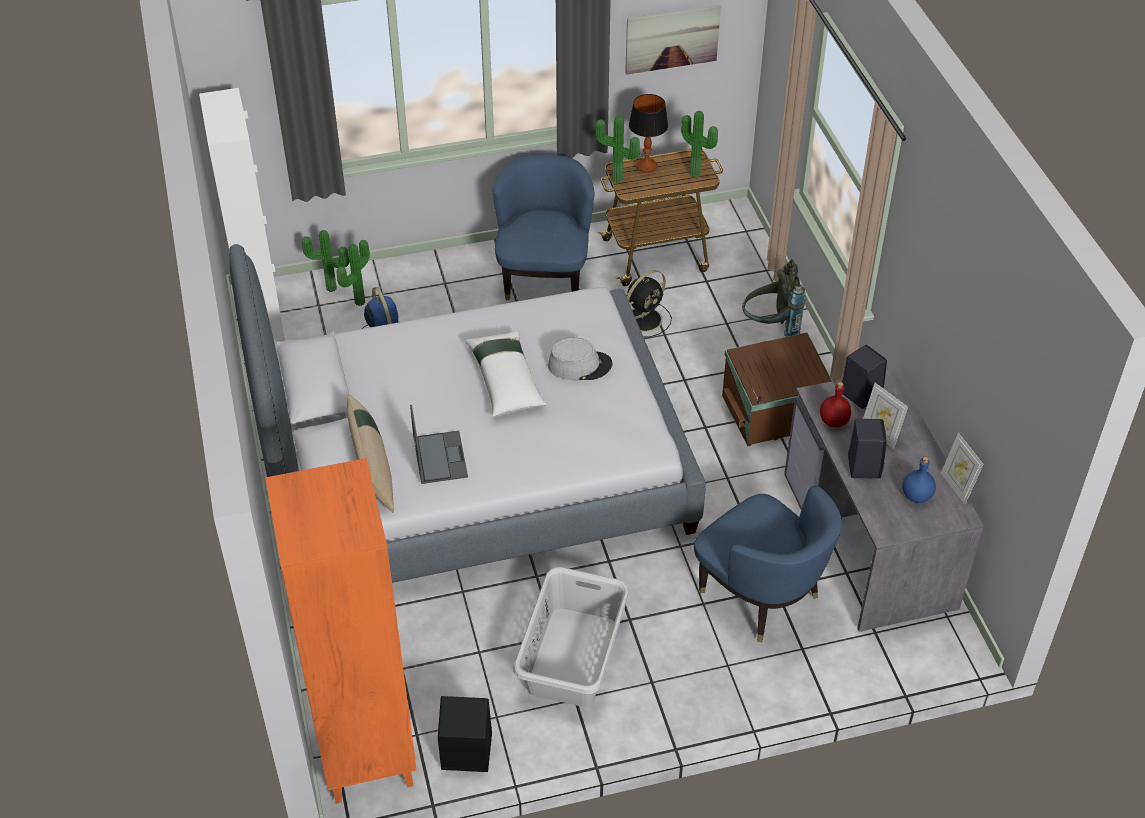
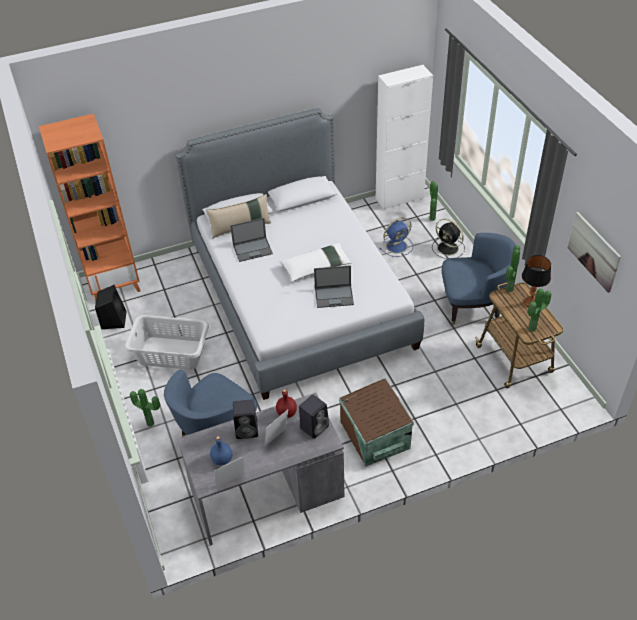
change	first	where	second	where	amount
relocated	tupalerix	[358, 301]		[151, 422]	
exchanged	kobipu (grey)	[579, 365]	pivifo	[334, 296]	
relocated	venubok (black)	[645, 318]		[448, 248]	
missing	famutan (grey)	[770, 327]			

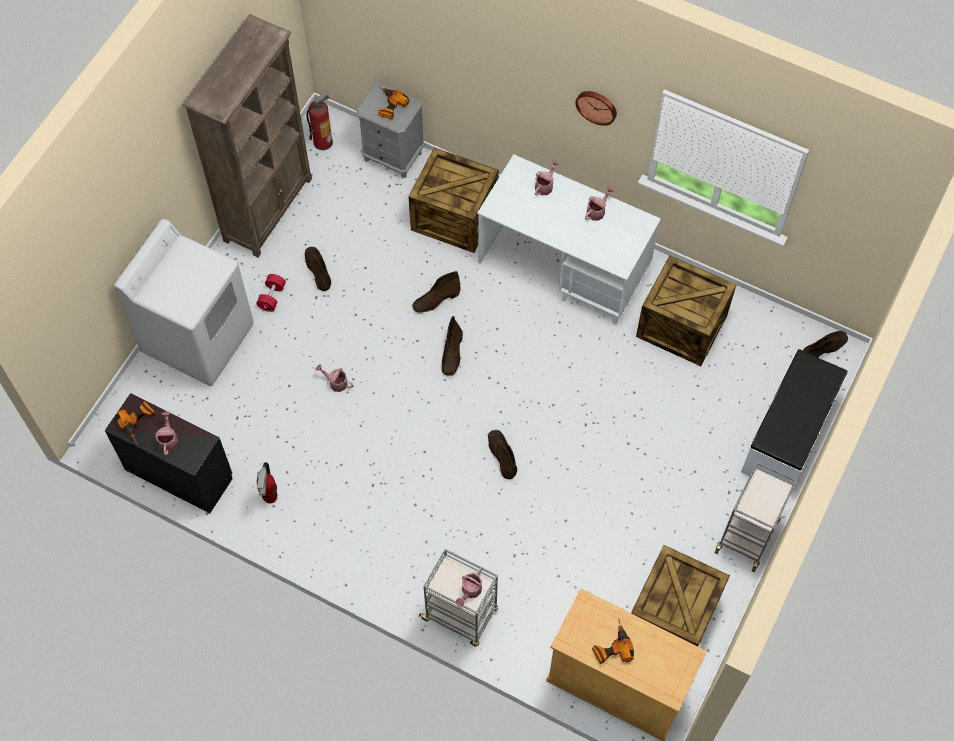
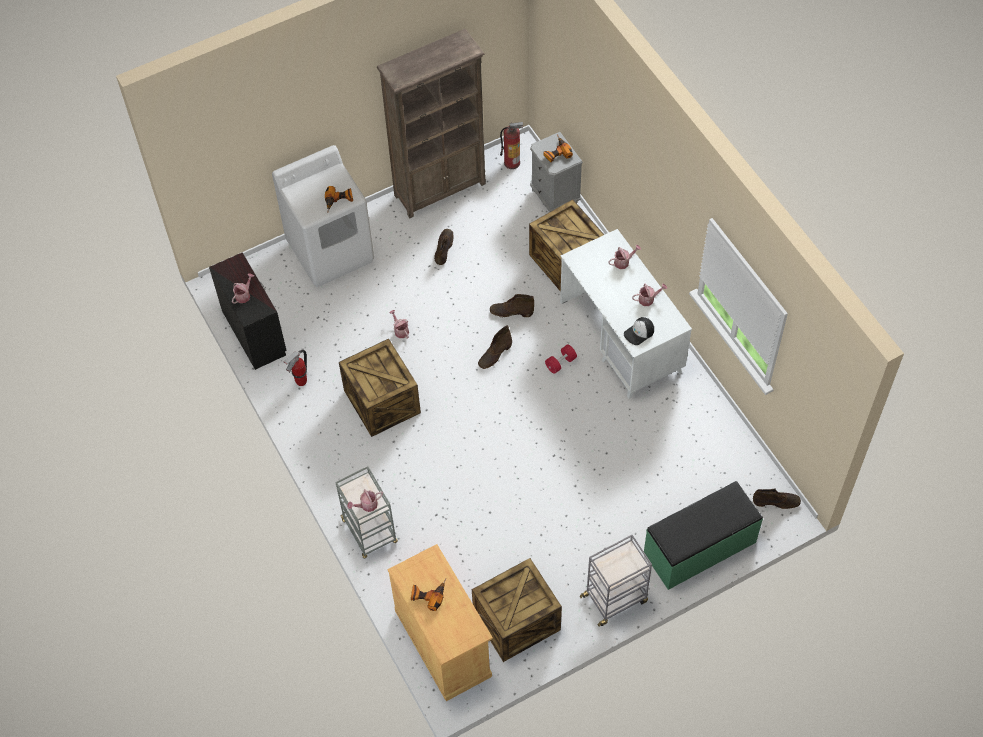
change	first	where	second	where	amount
relocated	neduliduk	[138, 422]		[339, 201]	
relocated	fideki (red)	[272, 297]		[560, 363]	
missing	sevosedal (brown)	[502, 455]			
missing	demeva	[597, 106]			
relocated	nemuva	[680, 327]		[381, 402]	
colour	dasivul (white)	[789, 435]	dasivul (green)	[700, 548]	
appeared			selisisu	[639, 333]	

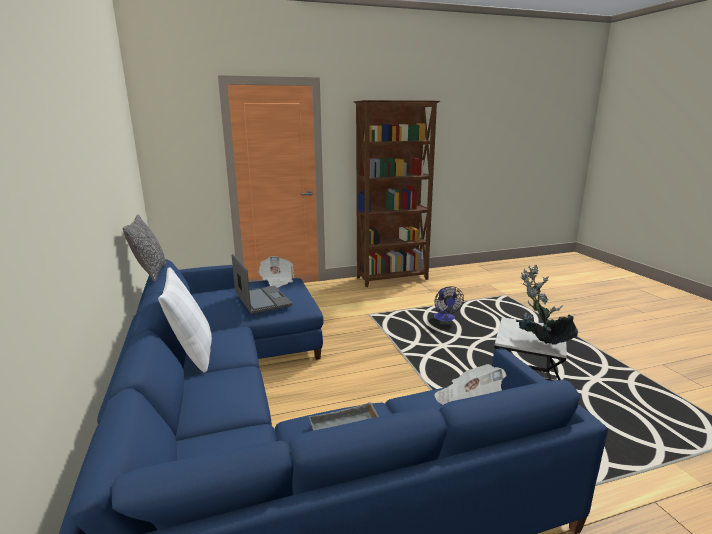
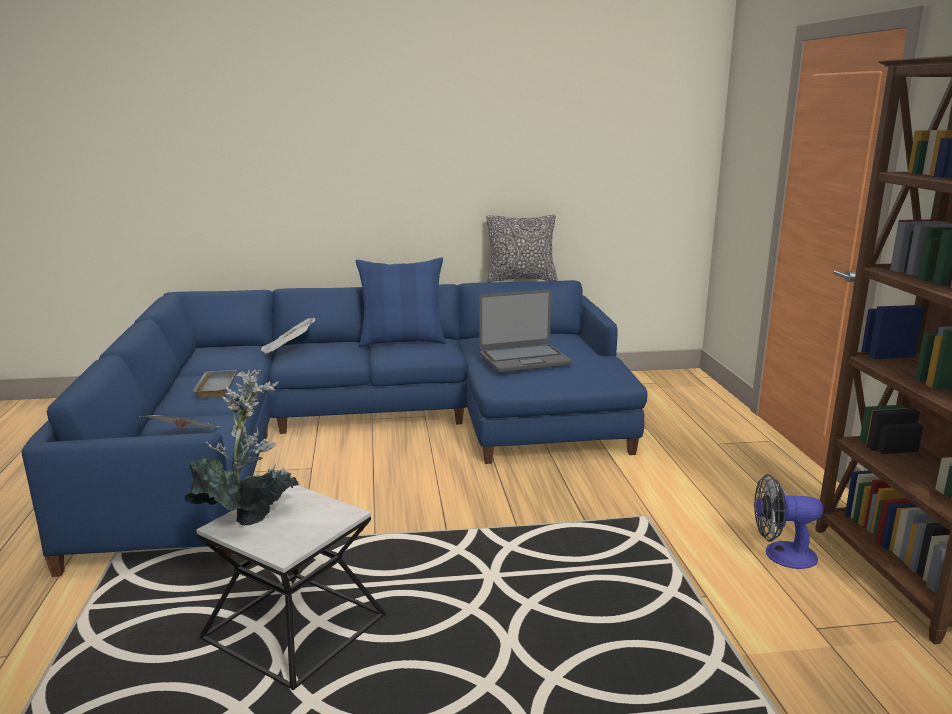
change	first	where	second	where	amount
colour	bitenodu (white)	[193, 353]	bitenodu (blue)	[402, 341]	
relocated	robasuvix	[277, 281]		[287, 350]	
relocated	venubok	[445, 319]		[781, 555]	

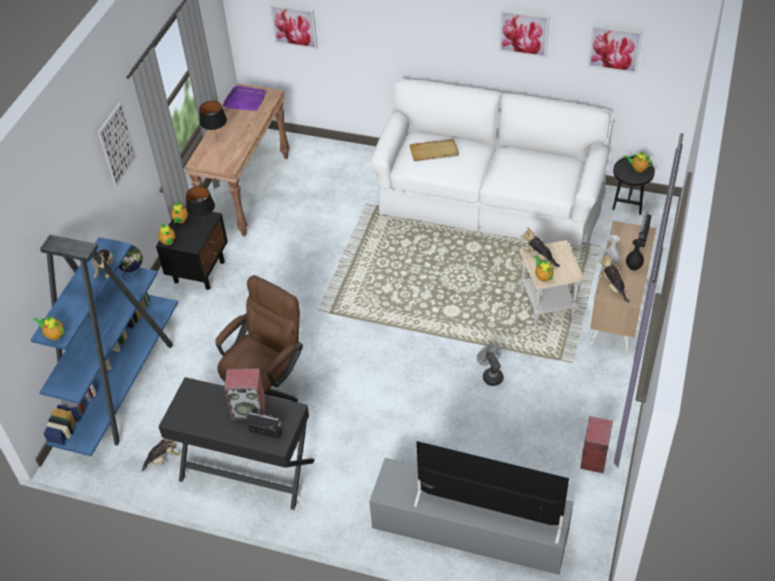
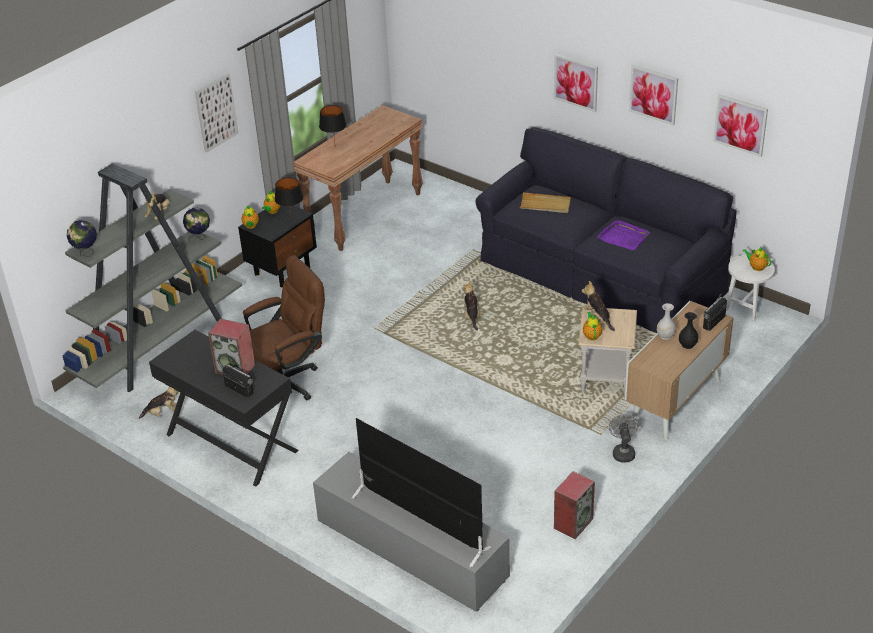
change	first	where	second	where	amount
colour	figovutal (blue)	[121, 385]	figovutal (grey)	[160, 345]	
exchanged	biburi	[54, 335]	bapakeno	[86, 253]	
relocated	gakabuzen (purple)	[245, 100]		[623, 237]	
relocated	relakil	[294, 26]		[576, 82]	
colour	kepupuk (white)	[489, 200]	kepupuk (black)	[599, 273]	
relocated	venubok (grey)	[491, 375]		[623, 452]	
relocated	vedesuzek	[612, 287]		[472, 316]	
colour	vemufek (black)	[628, 204]	vemufek (white)	[746, 308]	

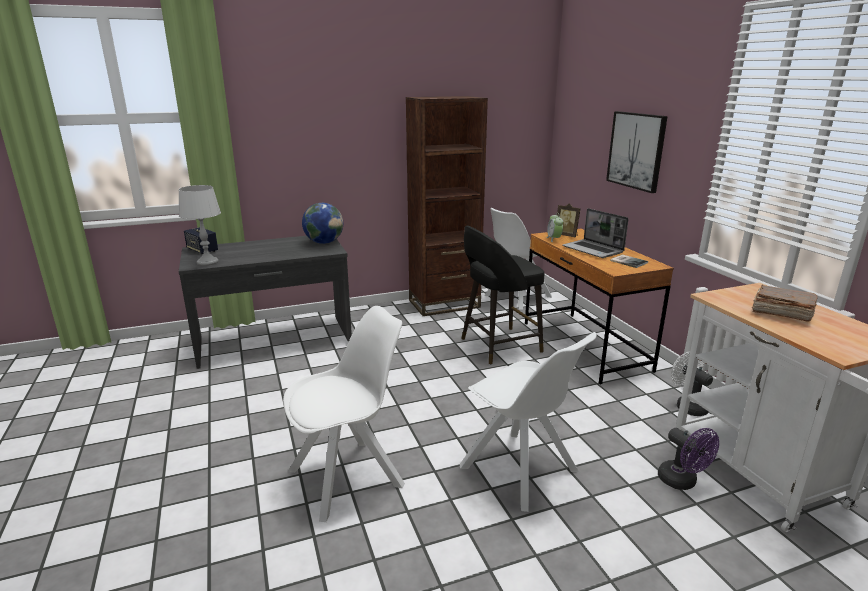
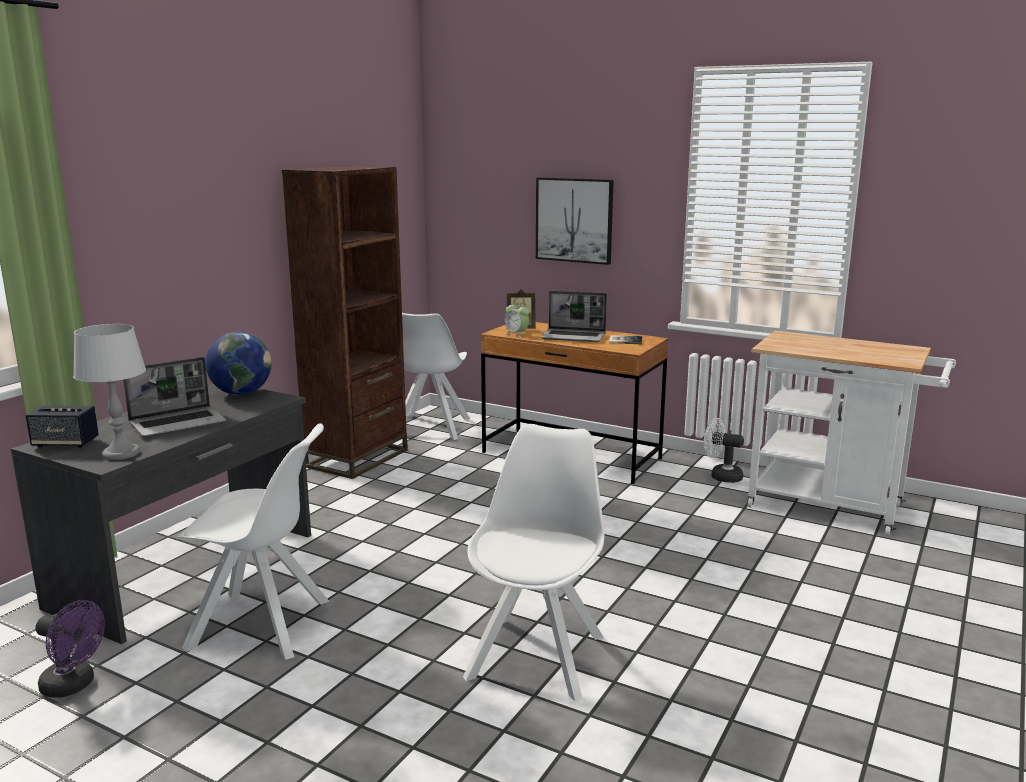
change	first	where	second	where	amount
relocated	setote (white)	[521, 471]		[263, 625]	
missing	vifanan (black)	[498, 346]			
relocated	venubok (purple)	[682, 482]		[74, 685]	
missing	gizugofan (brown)	[780, 312]			
appeared			pivifo	[179, 423]	

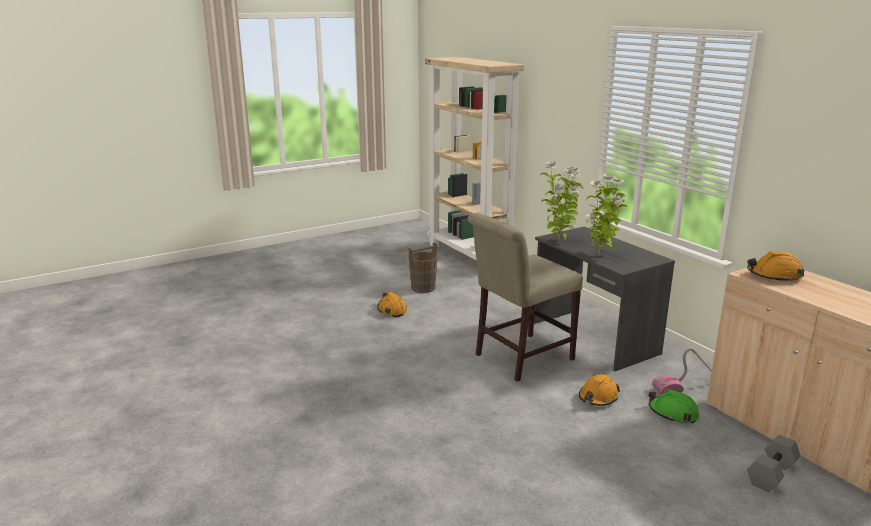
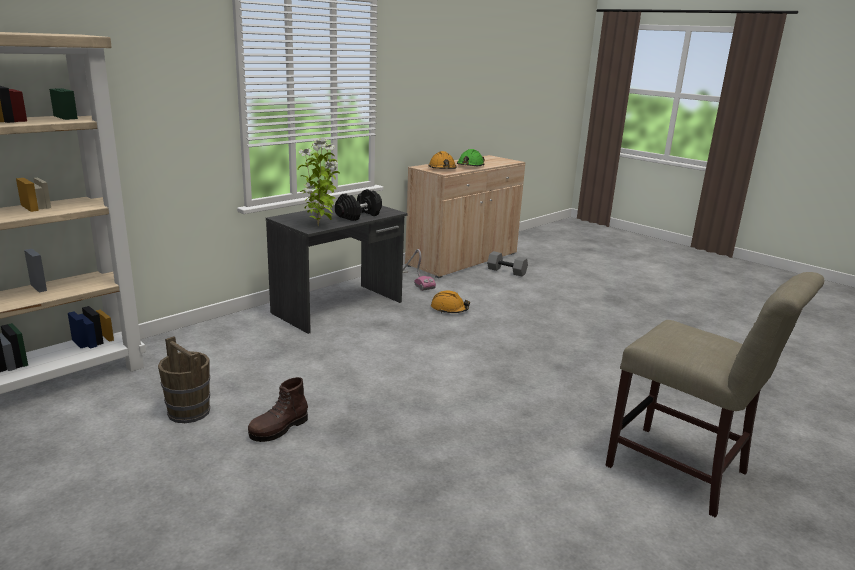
change	first	where	second	where	amount
exchanged	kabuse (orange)	[392, 310]	sevosedal (brown)	[279, 429]	
relocated	setote (beige)	[519, 358]		[684, 473]	
exchanged	tupalerix	[600, 254]	fideki (black)	[358, 216]	
relocated	kabuse (green)	[673, 413]		[470, 166]	

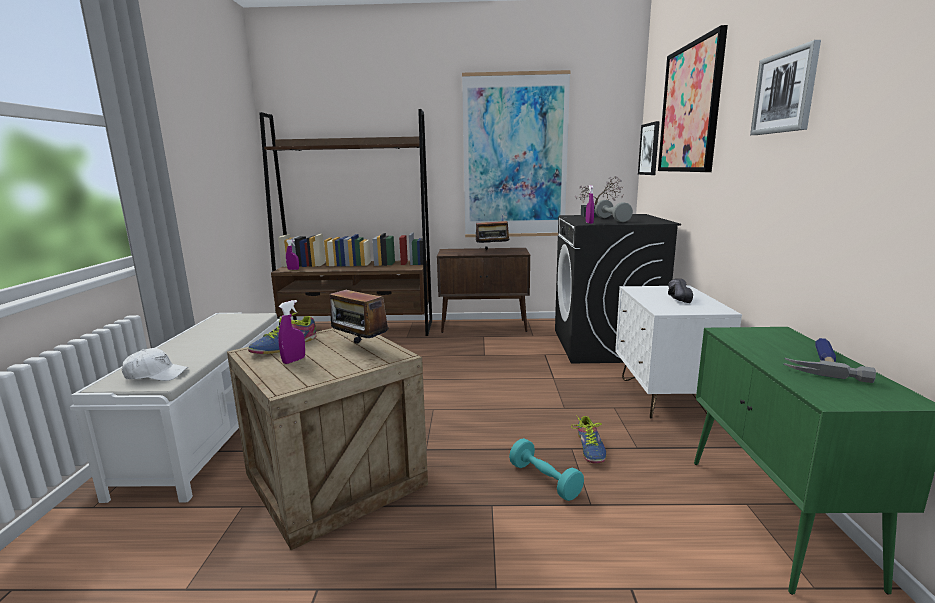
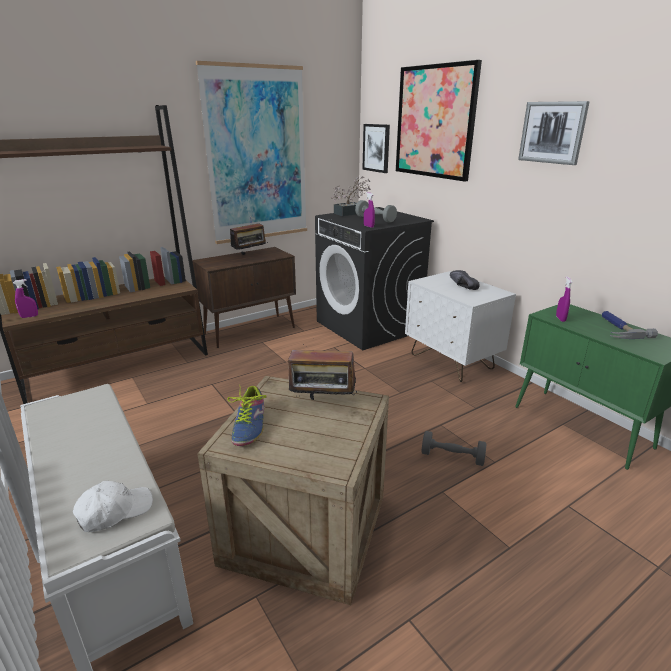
change	first	where	second	where	amount
relocated	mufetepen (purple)	[294, 360]		[560, 319]	
colour	fideki (turquoise)	[544, 480]	fideki (grey)	[452, 457]	
missing	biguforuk	[590, 448]			

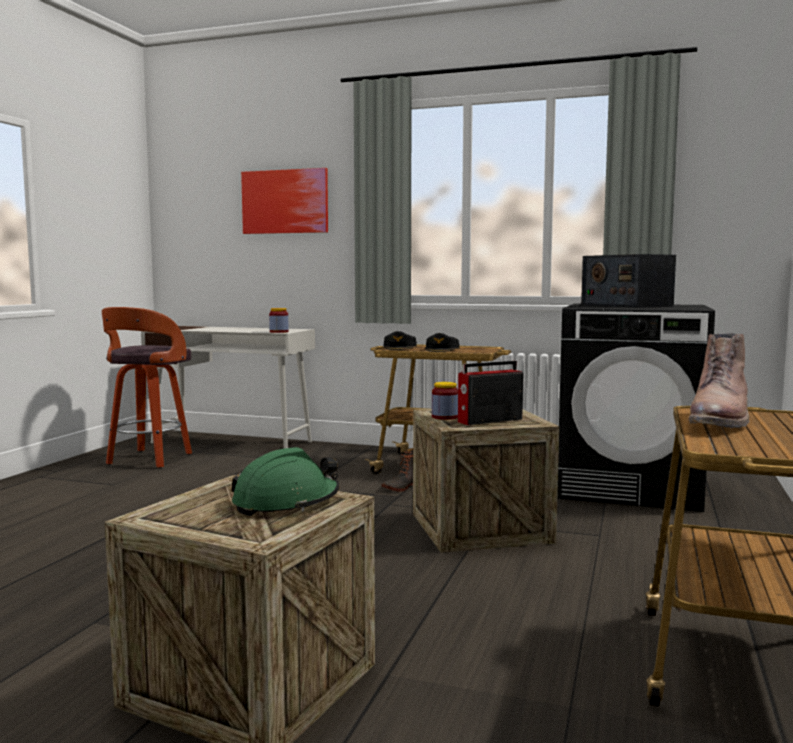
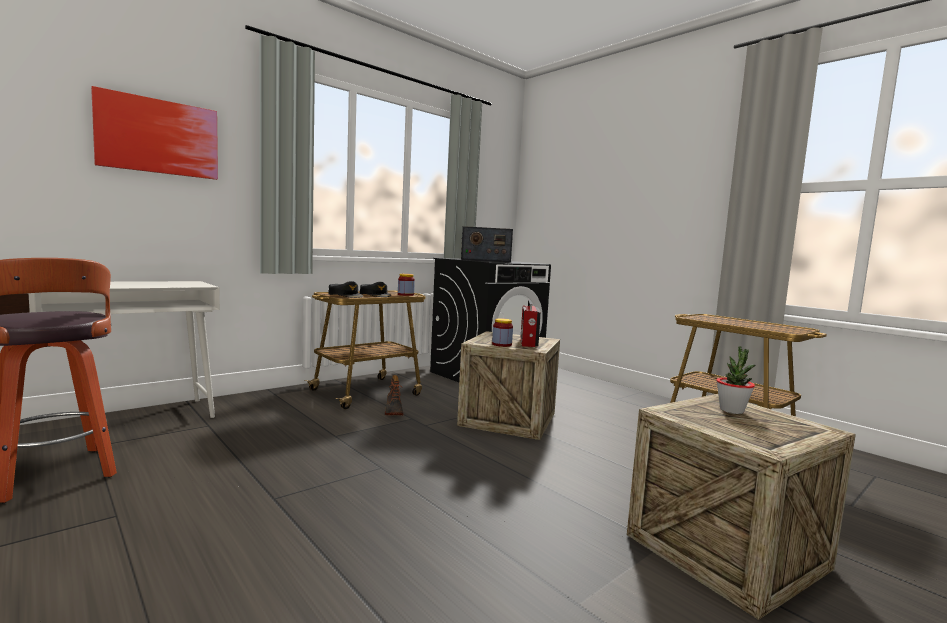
change	first	where	second	where	amount
exchanged	kabuse (green)	[286, 503]	tupalerix	[732, 410]	
relocated	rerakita	[279, 332]		[405, 295]	
missing	sevosedal (brown)	[721, 420]			

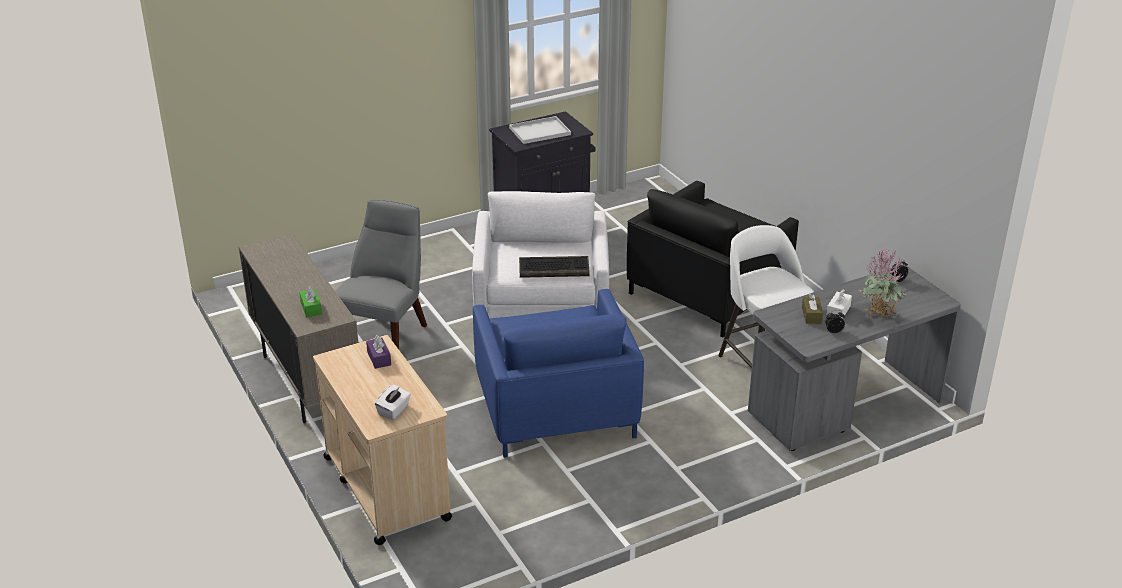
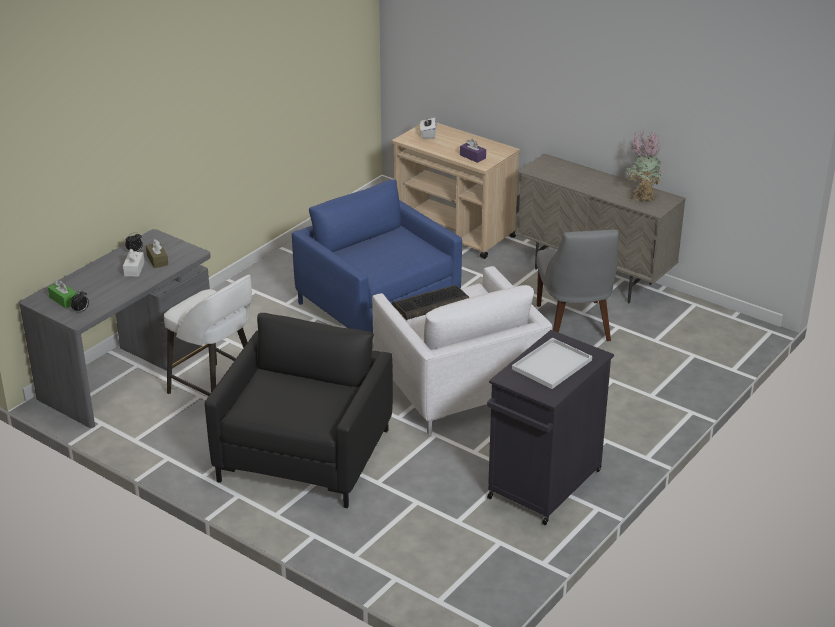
change	first	where	second	where	amount
relocated	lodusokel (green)	[311, 308]		[63, 300]	
relocated	tupalerix	[879, 318]		[642, 197]	

